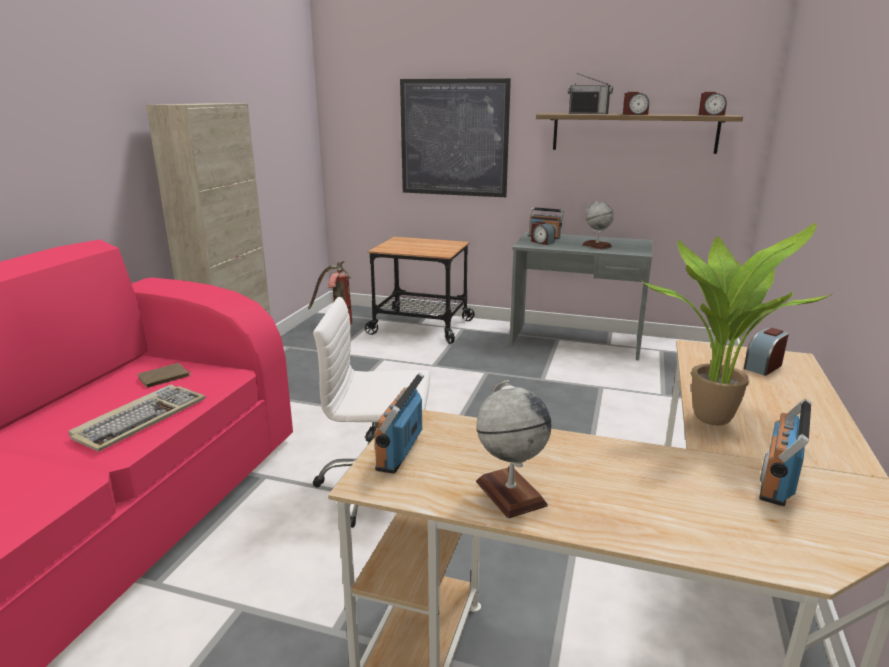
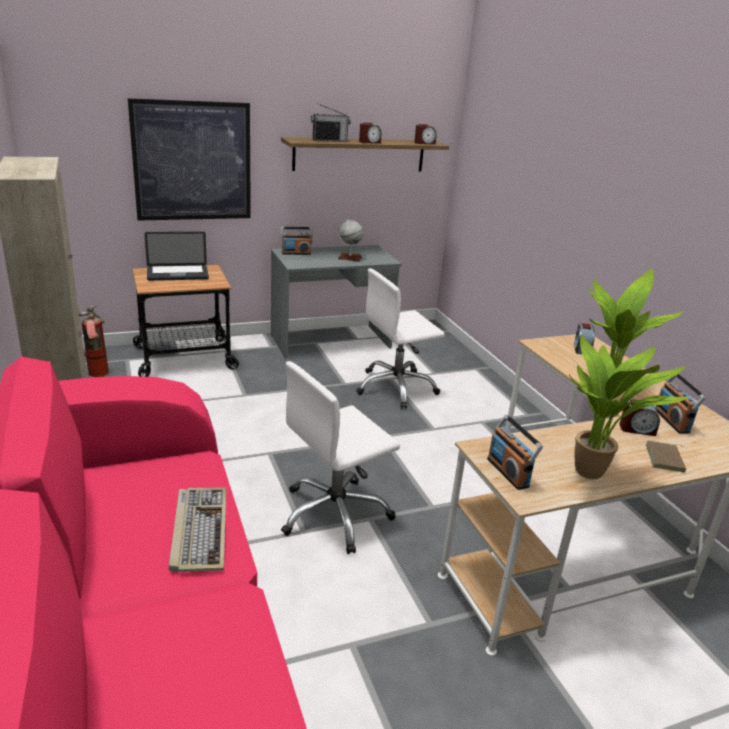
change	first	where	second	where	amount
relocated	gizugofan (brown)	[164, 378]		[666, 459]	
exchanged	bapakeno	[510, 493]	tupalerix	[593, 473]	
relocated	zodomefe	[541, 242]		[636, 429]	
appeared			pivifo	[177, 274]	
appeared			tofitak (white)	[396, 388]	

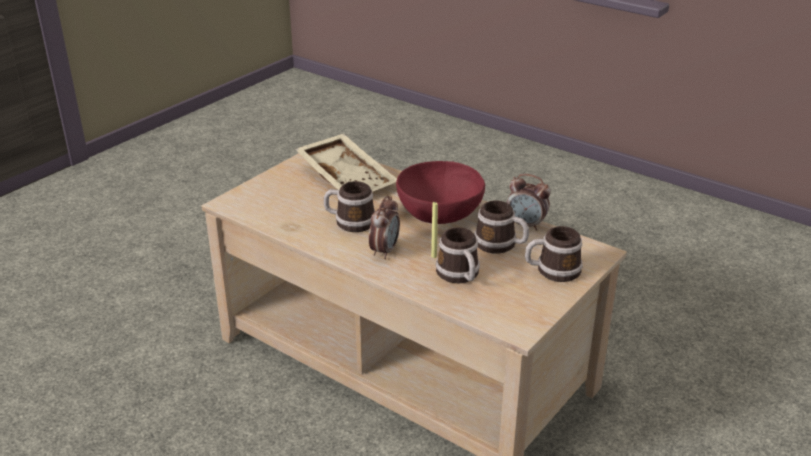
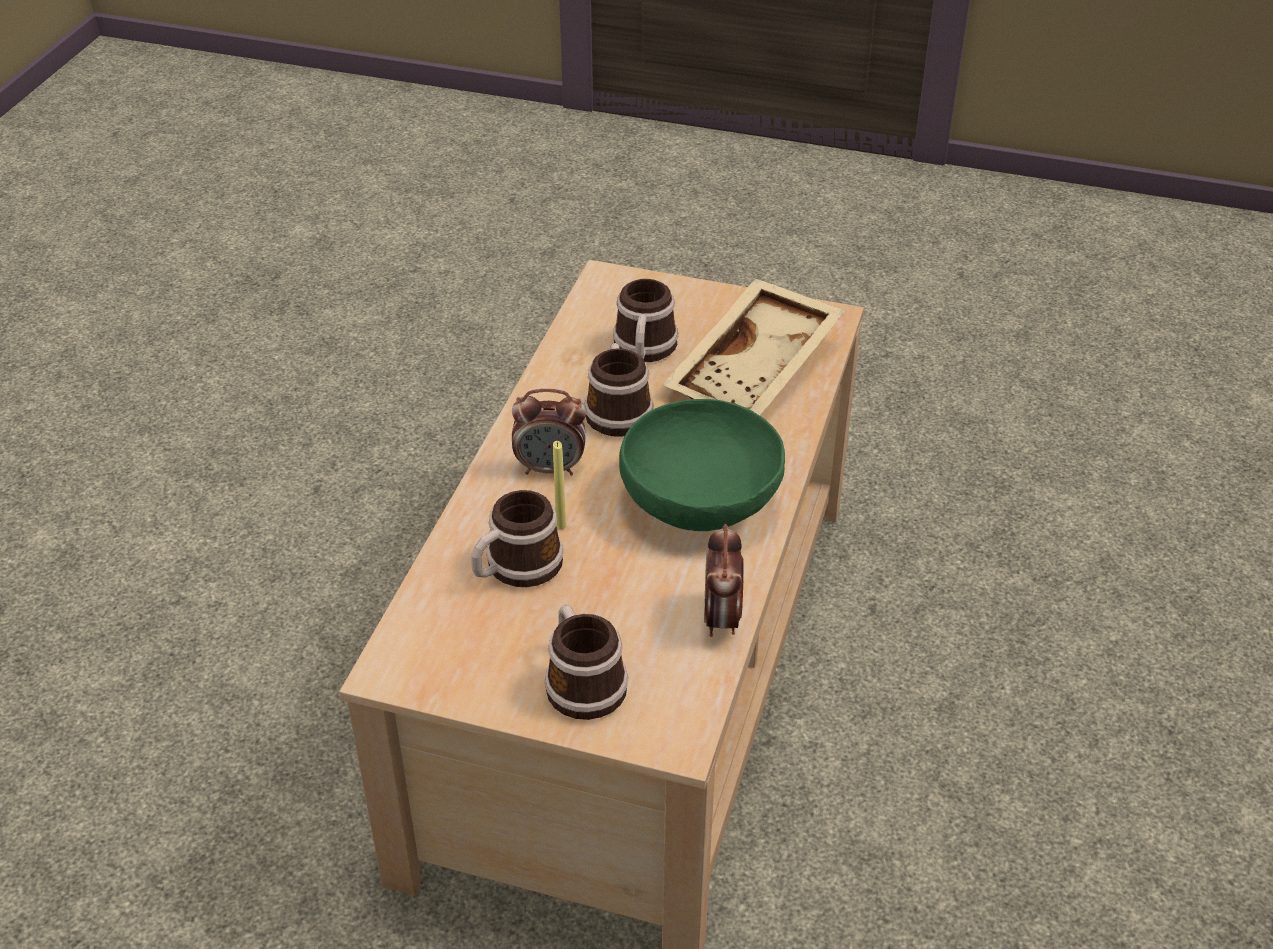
change	first	where	second	where	amount
colour	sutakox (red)	[439, 213]	sutakox (green)	[702, 501]	
relocated	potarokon	[501, 245]		[644, 351]	

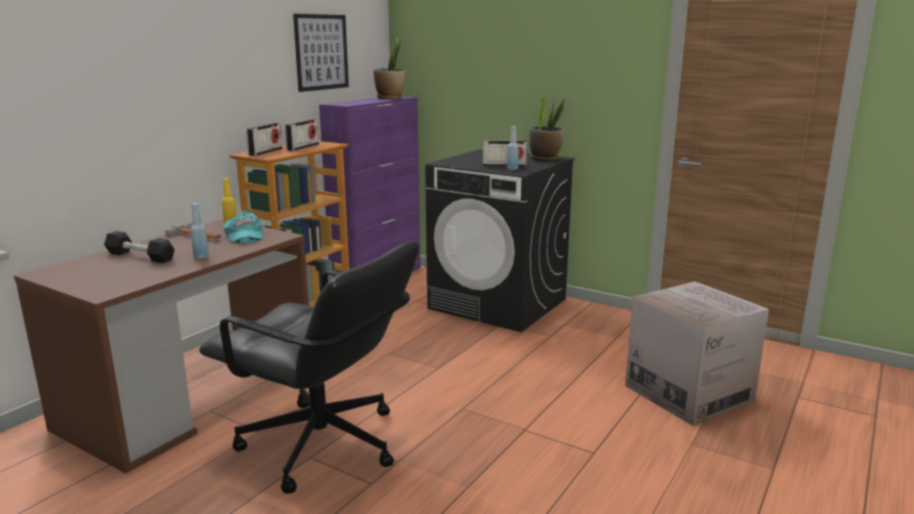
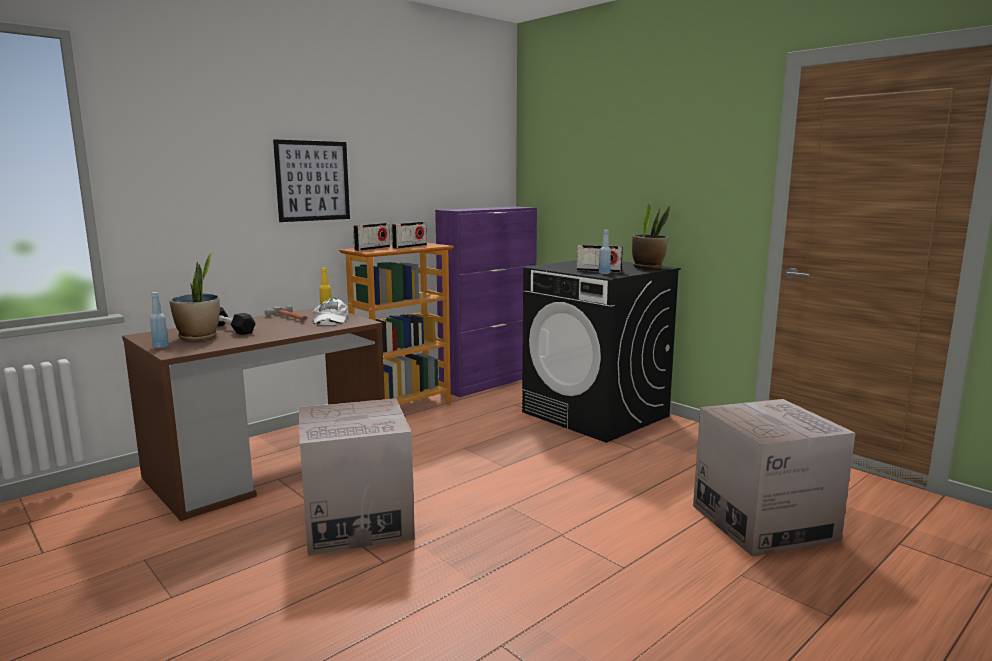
change	first	where	second	where	amount
relocated	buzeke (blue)	[201, 257]		[161, 346]	
exchanged	tofitak (black)	[322, 446]	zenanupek	[357, 522]	
colour	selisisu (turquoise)	[244, 235]	selisisu (white)	[329, 319]	
relocated	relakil	[321, 52]		[313, 181]	
relocated	tupalerix	[390, 98]		[199, 337]	

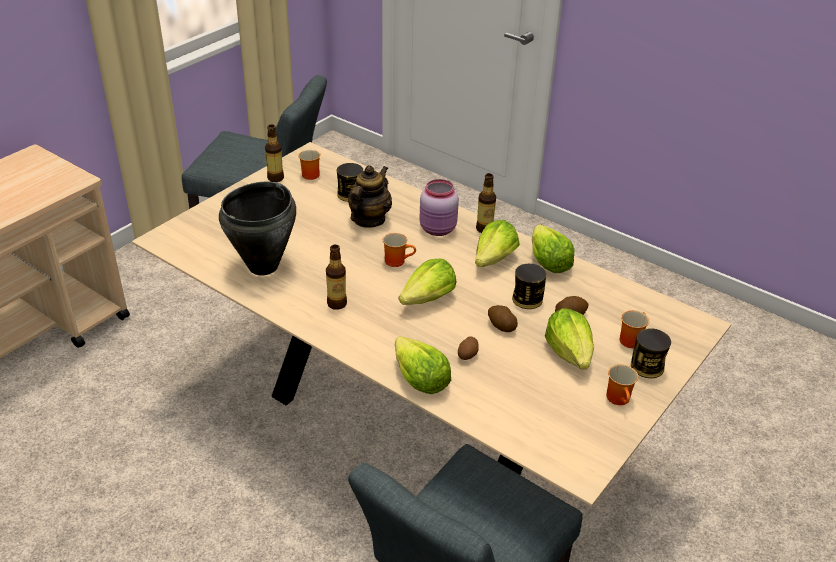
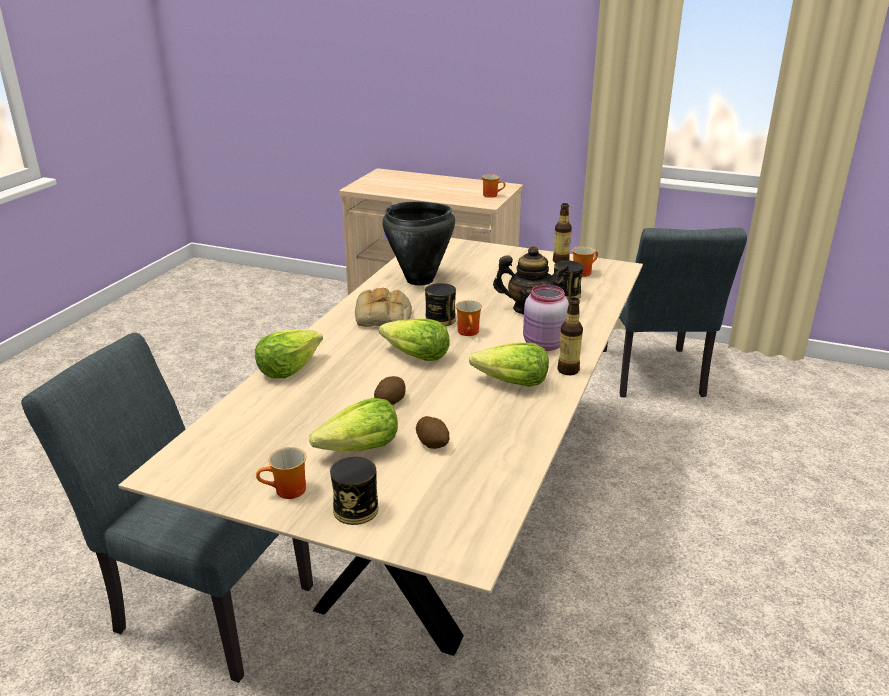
change	first	where	second	where	amount
exchanged	buzeke	[337, 304]	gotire	[383, 316]	
missing	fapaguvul	[468, 354]			
relocated	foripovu	[527, 299]		[440, 320]	
missing	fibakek	[548, 262]			
relocated	potarokon	[630, 339]		[492, 195]	

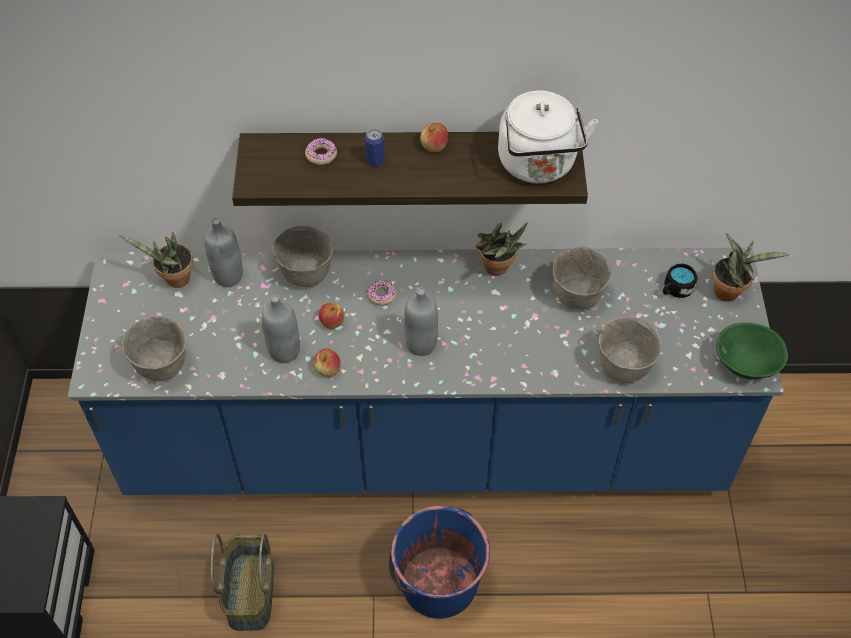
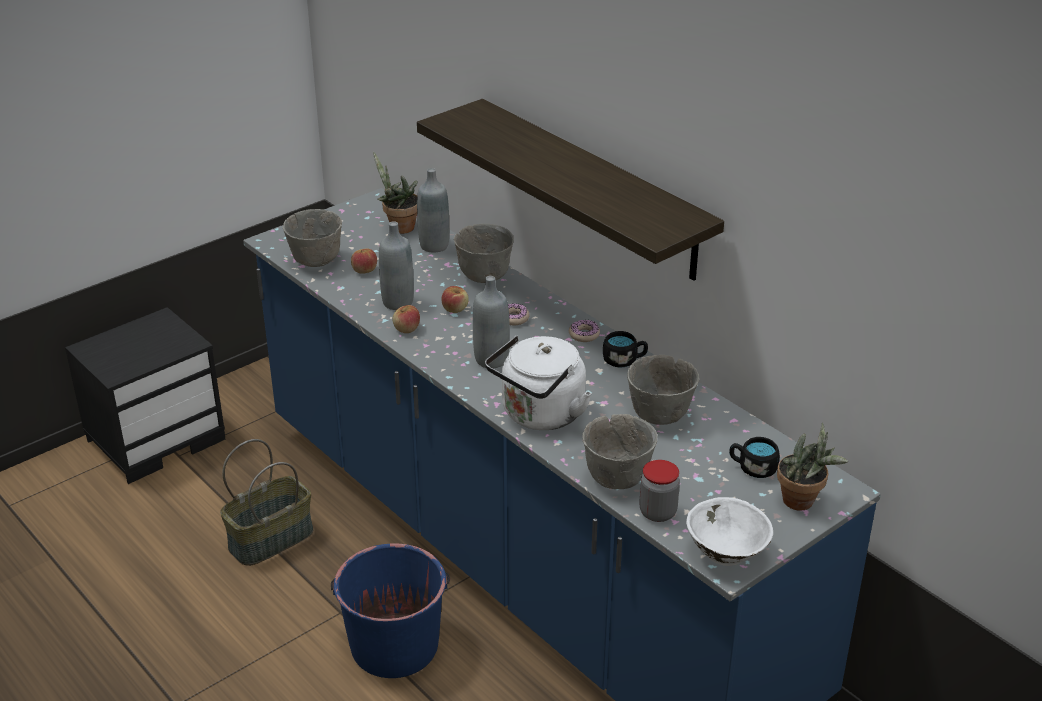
change	first	where	second	where	amount
relocated	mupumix	[321, 155]		[584, 335]	
missing	foripovu	[375, 161]			
relocated	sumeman	[434, 146]		[364, 270]	
exchanged	tupalerix	[497, 270]	potarokon (black)	[624, 360]	
relocated	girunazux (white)	[538, 165]		[540, 415]	
colour	sutakox (green)	[746, 365]	sutakox (white)	[726, 554]	
appeared			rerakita	[657, 512]	

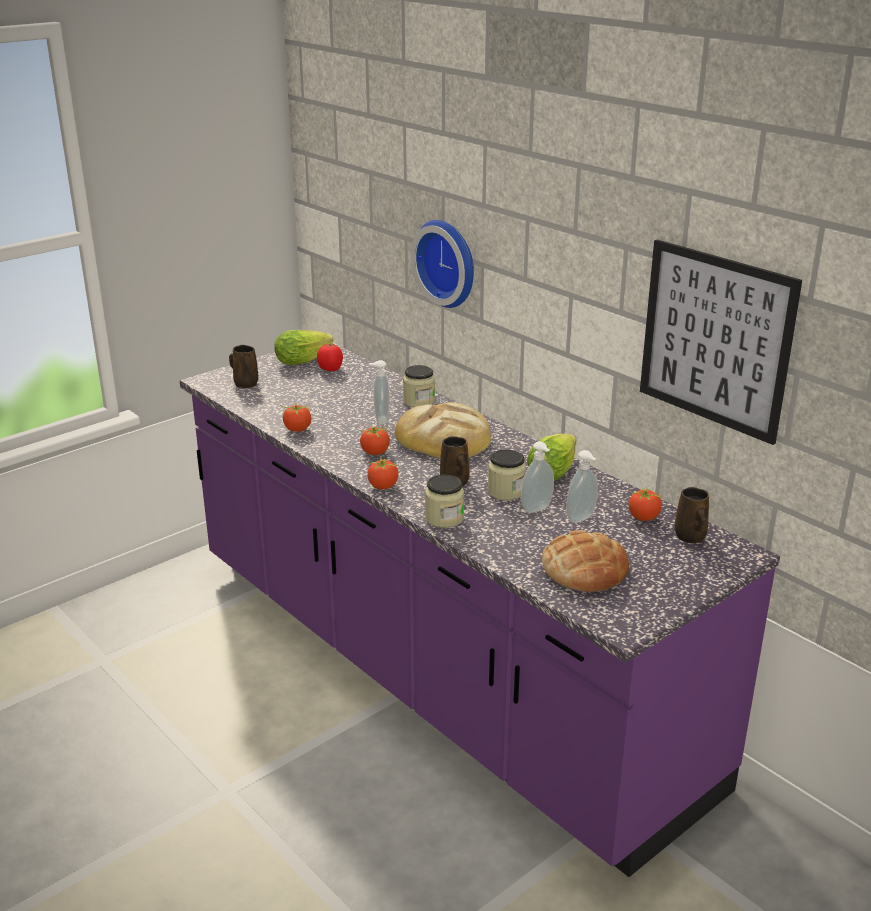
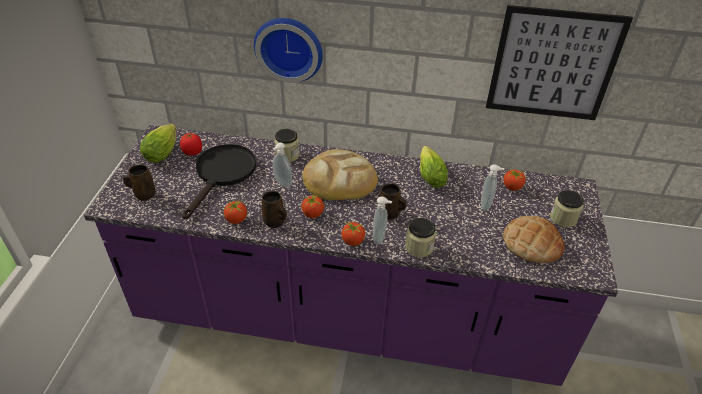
change	first	where	second	where	amount
relocated	rerakita	[506, 491]		[563, 218]	
relocated	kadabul	[538, 509]		[380, 238]	
relocated	potarokon (brown)	[690, 537]		[275, 222]	
appeared			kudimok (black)	[222, 174]	

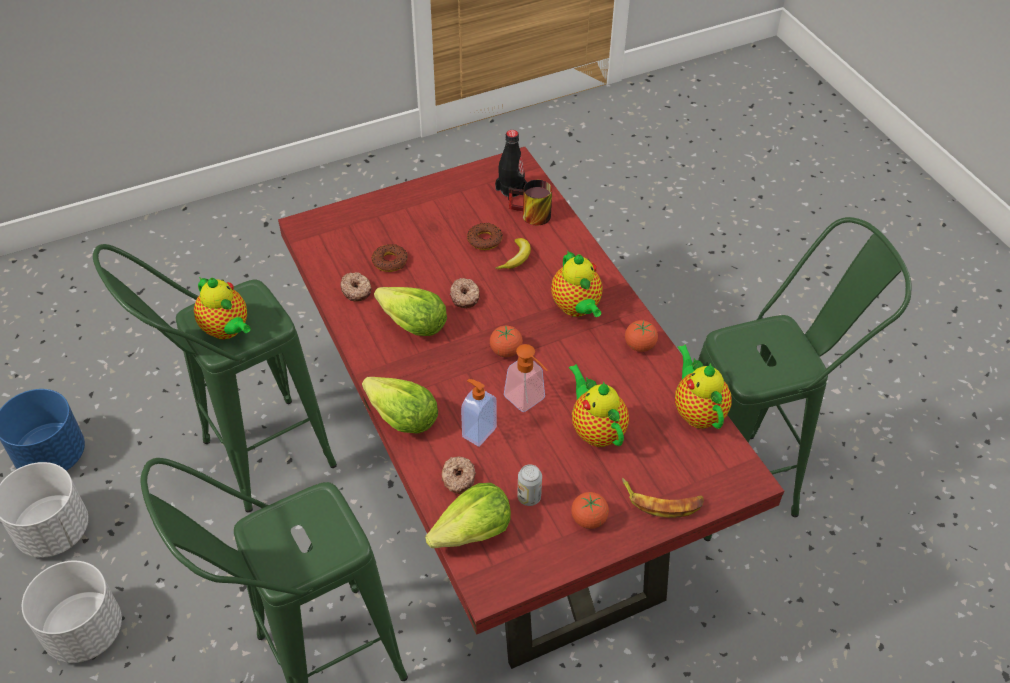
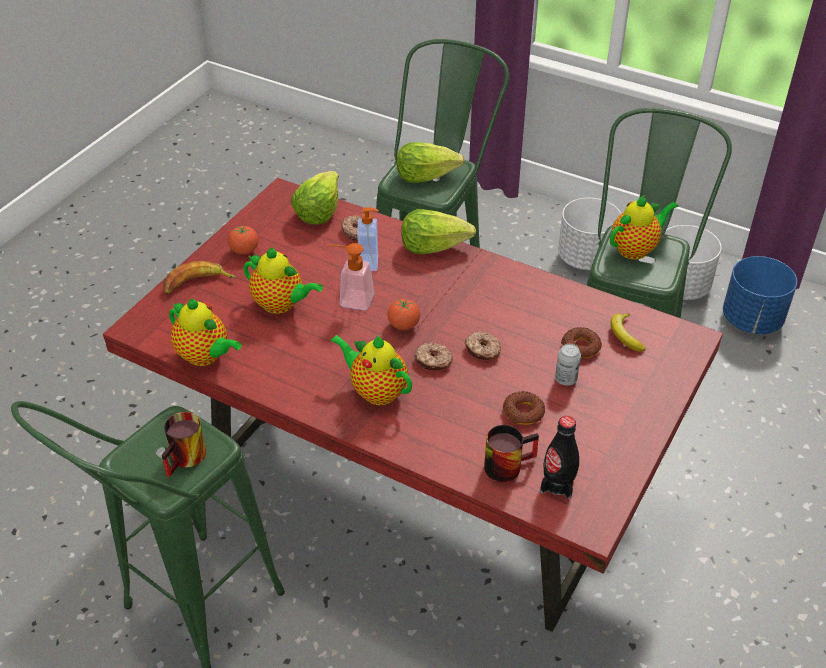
change	first	where	second	where	amount
spun	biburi	[227, 330]		[636, 249]	135 degrees clockwise
relocated	mupumix	[356, 290]		[433, 361]	
relocated	fibakek	[412, 324]		[426, 175]	
relocated	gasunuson	[516, 258]		[625, 335]	
relocated	foripovu	[529, 497]		[566, 379]	
missing	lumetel	[639, 346]			
appeared			potarokon	[187, 459]	

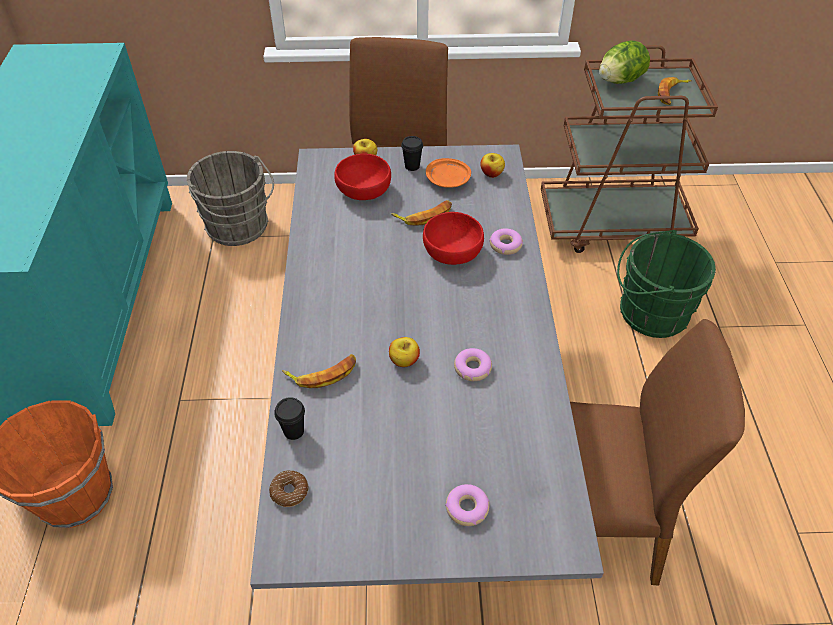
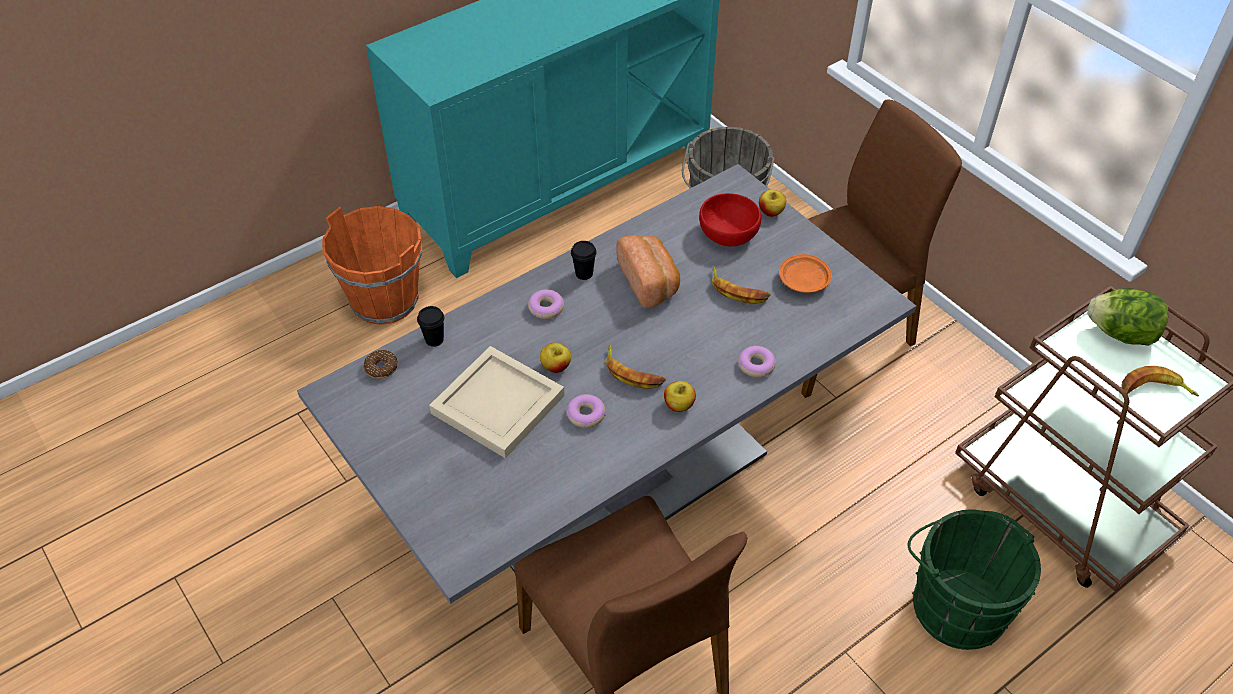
change	first	where	second	where	amount
relocated	gasunuson	[323, 373]		[632, 373]	
relocated	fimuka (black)	[412, 166]		[584, 273]	
missing	sutakox (red)	[451, 252]			
relocated	mupumix	[467, 508]		[546, 308]	
relocated	sumeman	[491, 173]		[679, 405]	
appeared			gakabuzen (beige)	[498, 406]	
appeared			gotire	[650, 282]	

